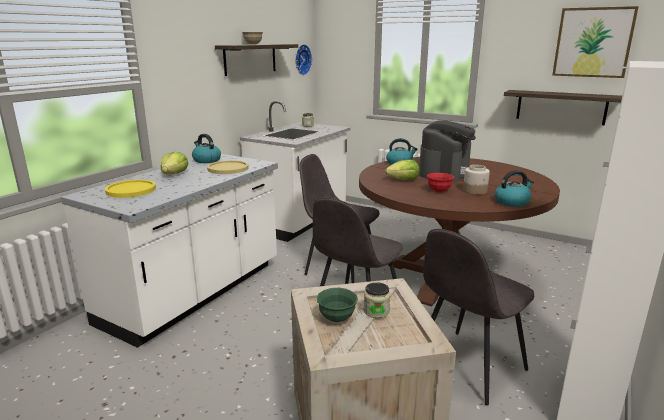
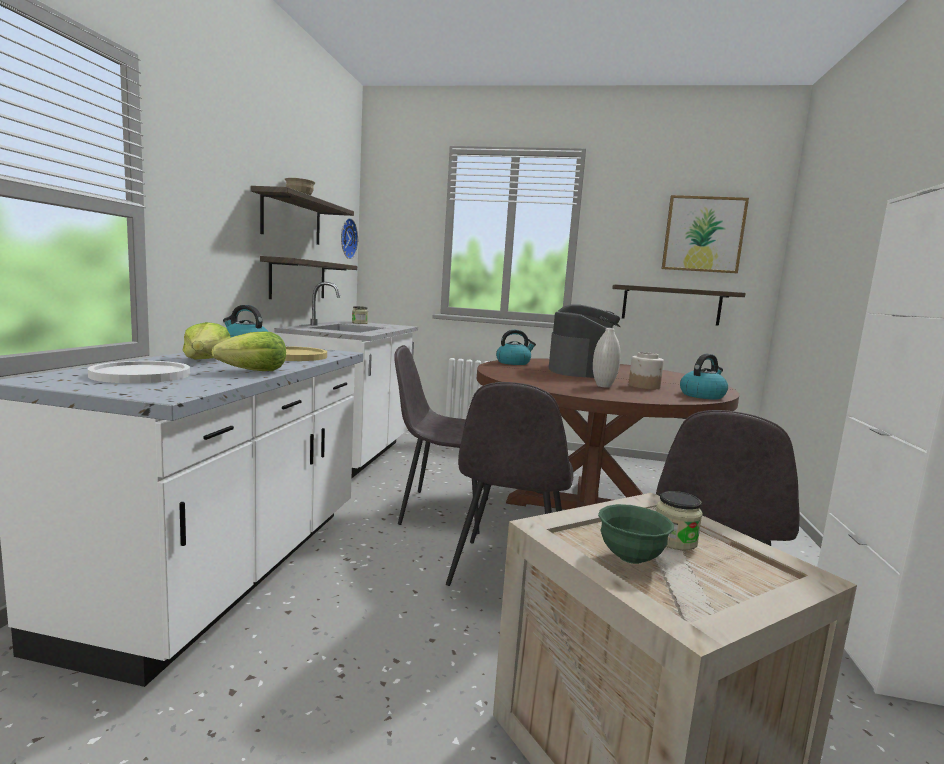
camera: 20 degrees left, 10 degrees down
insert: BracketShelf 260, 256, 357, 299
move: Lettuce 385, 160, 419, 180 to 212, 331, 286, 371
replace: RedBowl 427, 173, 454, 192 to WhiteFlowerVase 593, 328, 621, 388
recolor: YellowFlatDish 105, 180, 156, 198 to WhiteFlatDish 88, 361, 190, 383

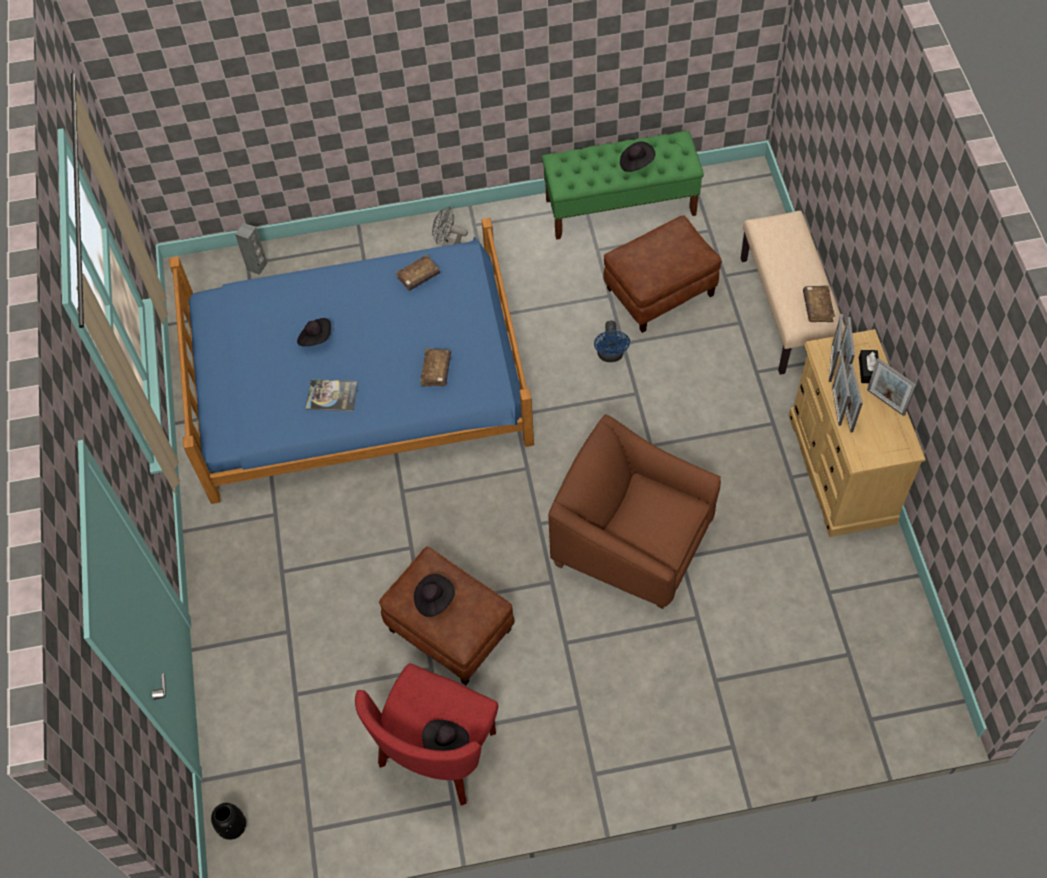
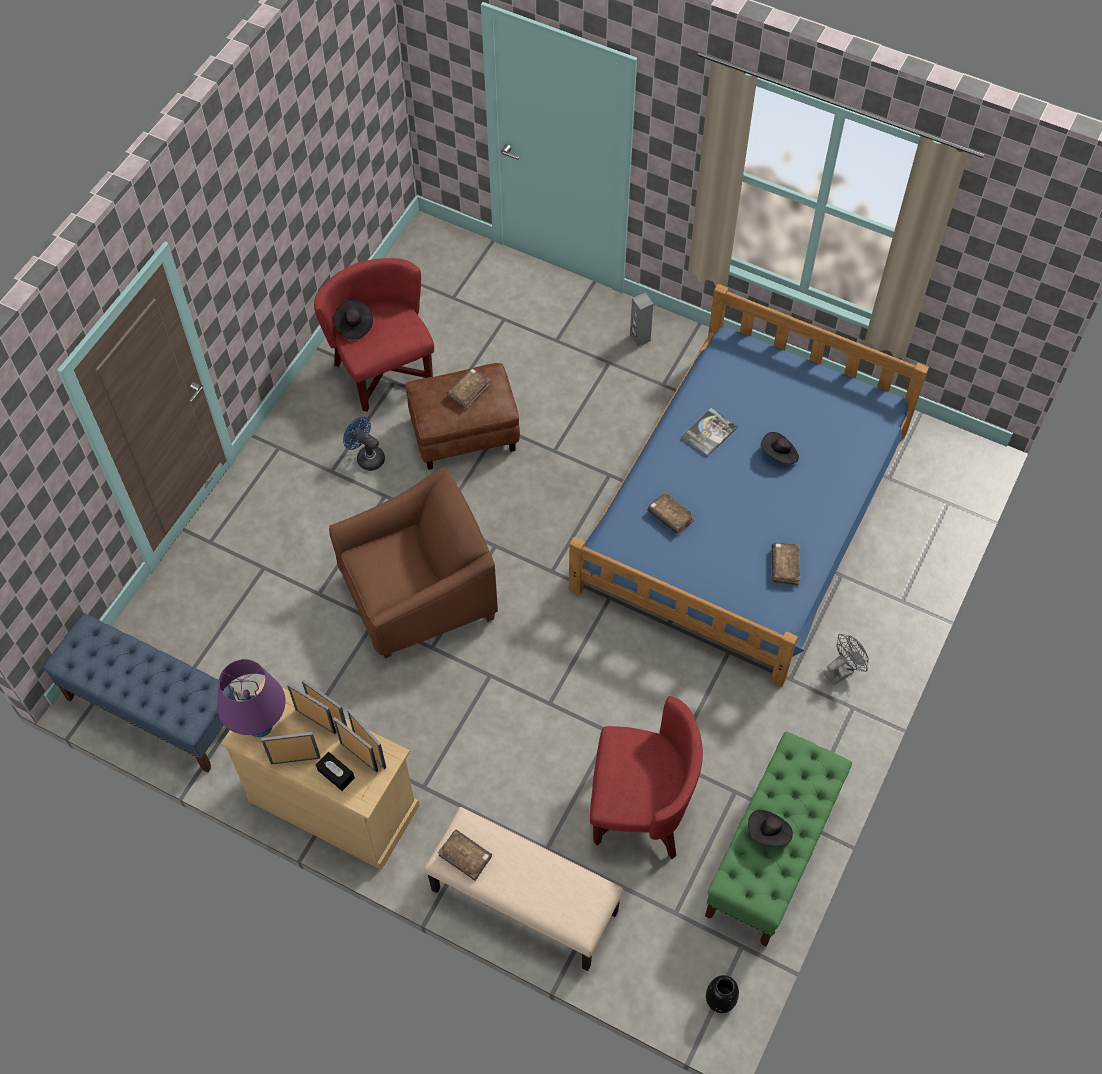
camera: 125 degrees right, 0 degrees up
insert: BluishBench 43, 613, 236, 773; PurpleColouredTabletopLamp 217, 659, 286, 737
move: BluishElectricFan 594, 320, 630, 362 to 343, 416, 385, 471; GraySpeaker 235, 223, 267, 275 to 630, 292, 653, 346; BlackishFlowerVase 211, 803, 246, 840 to 706, 975, 739, 1013
replace: BlackishClothingHat 414, 574, 455, 617 to BrownishBoundBook 447, 368, 490, 410; BrownishOttoman 603, 215, 722, 333 to RedEasyChair 590, 696, 703, 859

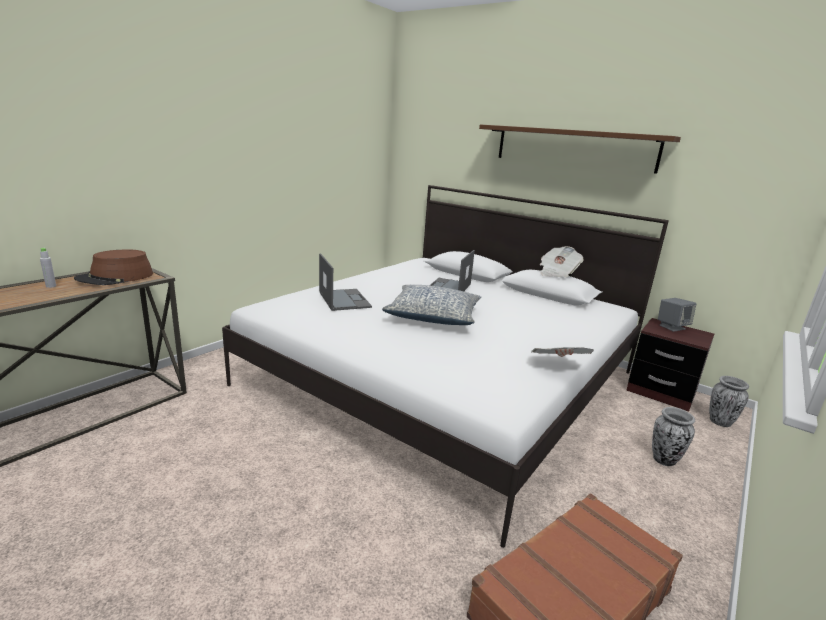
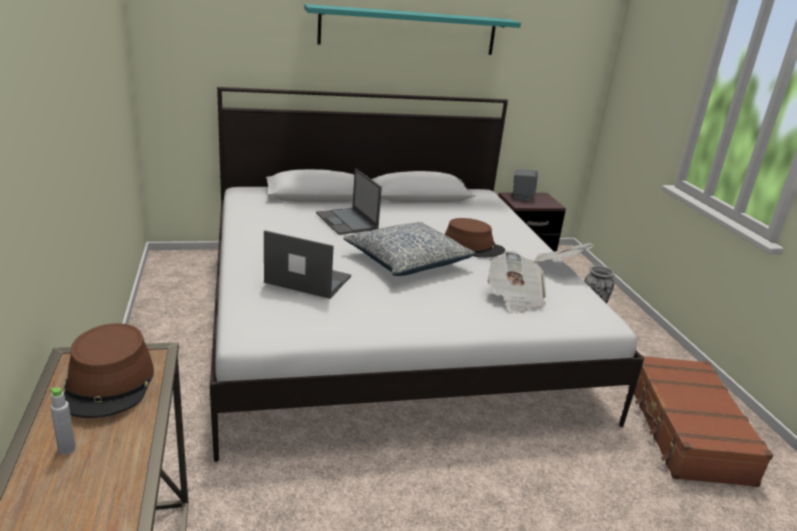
camera: 50 degrees left, 5 degrees up
delete: FlowerVase 709, 376, 749, 427
insert: BrownishClothingHat 445, 218, 505, 258
move: PrintedPaper 540, 246, 584, 277 to 487, 251, 546, 313
recolor: BrownishBracketShelf 479, 124, 681, 174 to TurquoiseBracketShelf 304, 4, 521, 55

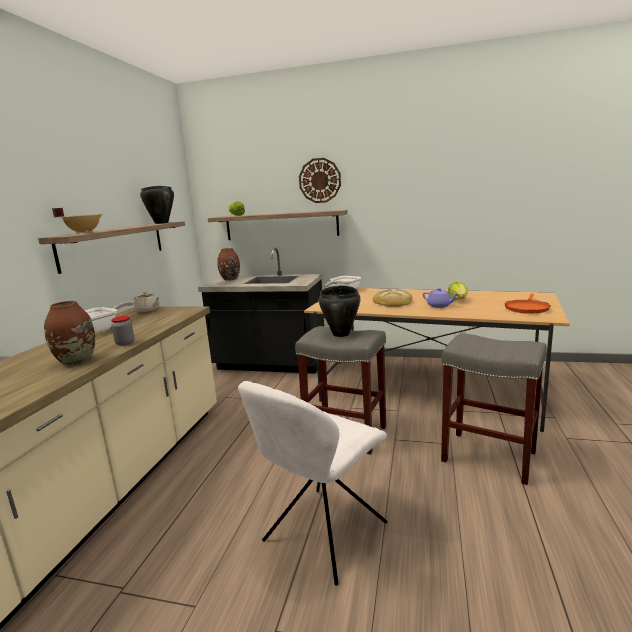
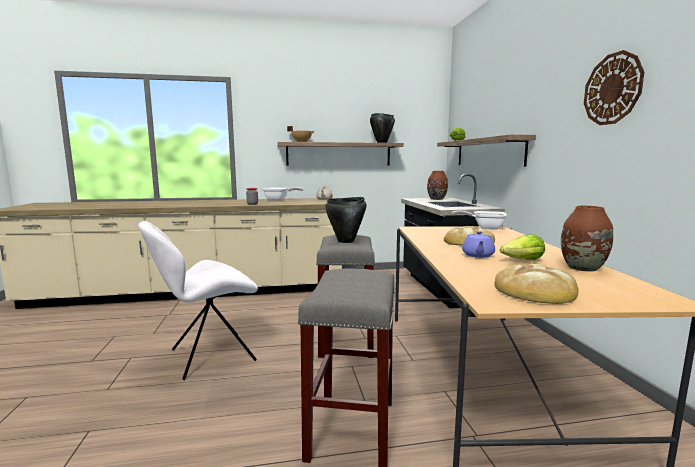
camera: 65 degrees right, 5 degrees down
move: BrownishFlowerVase 44, 301, 95, 366 to 561, 206, 613, 272; ClockOnTheWall 299, 158, 341, 203 to 584, 50, 644, 125
replace: OrangeySkillet 505, 294, 551, 314 to Bread 495, 264, 579, 304
rotate: WhitePlainChair 238, 381, 387, 585 = 138, 221, 258, 380 45 degrees counterclockwise

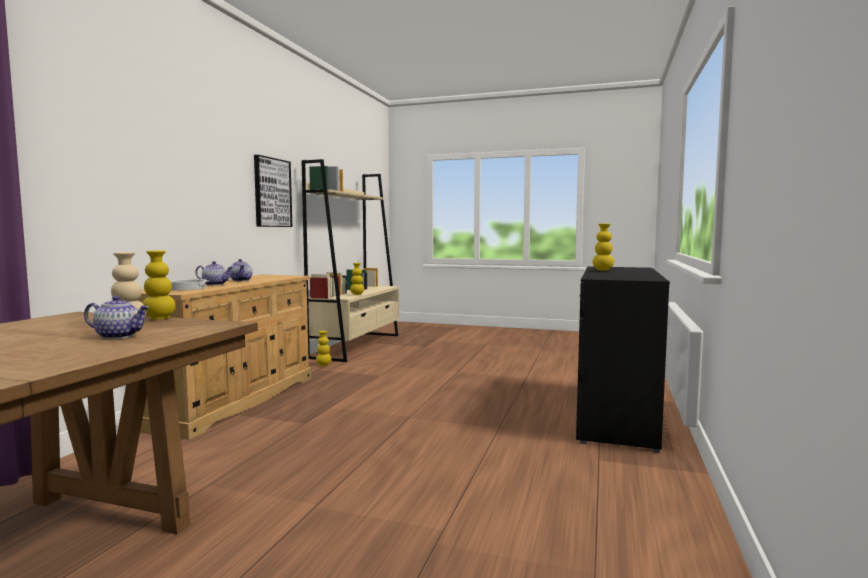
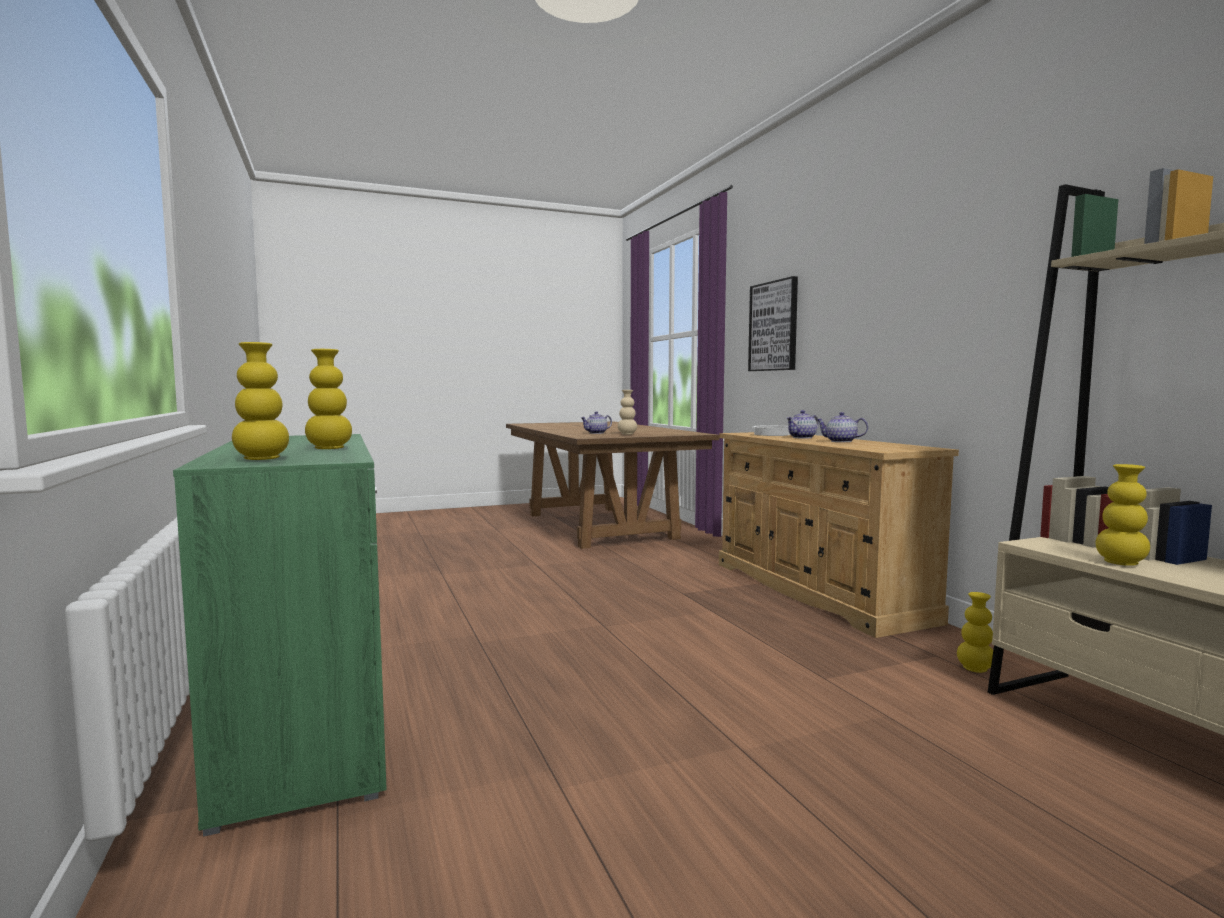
camera: 140 degrees right, 0 degrees up
move: YellowFlowerVase 143, 250, 176, 320 to 232, 342, 289, 460; WallPicture 254, 155, 292, 227 to 748, 276, 798, 371
recolor: BlackishCupboard 576, 266, 670, 453 to GreenishCupboard 173, 434, 387, 837

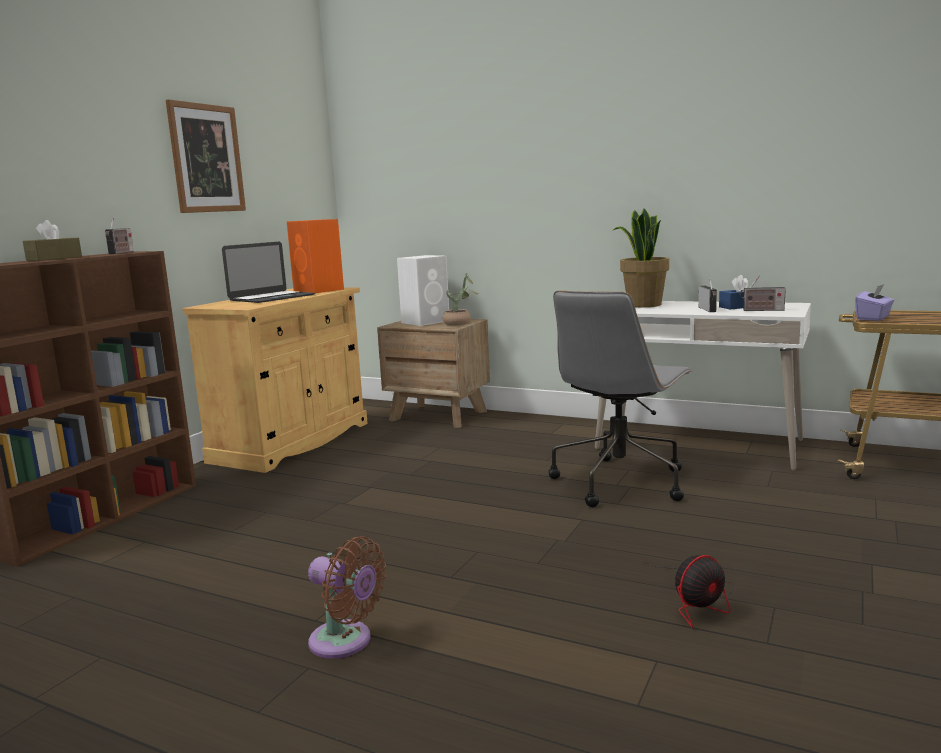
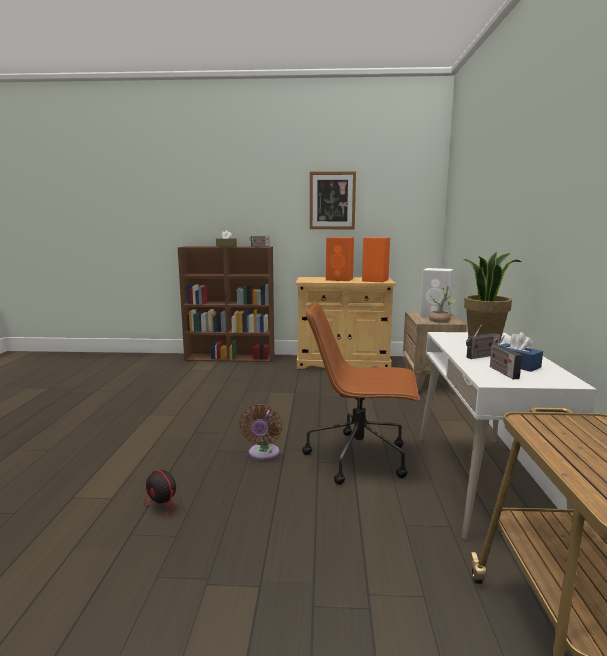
camera: 65 degrees right, 0 degrees up
delete: PurpleColouredTissueBox 855, 284, 894, 321
move: BrownishElectricFan 308, 537, 386, 659 to 239, 404, 282, 460
replace: NotebookComputer 222, 242, 315, 303 to OrangeySpeaker 326, 237, 354, 281
recolor: GrayOfficeChair 549, 291, 693, 507 to BrownishOfficeChair 302, 302, 420, 485

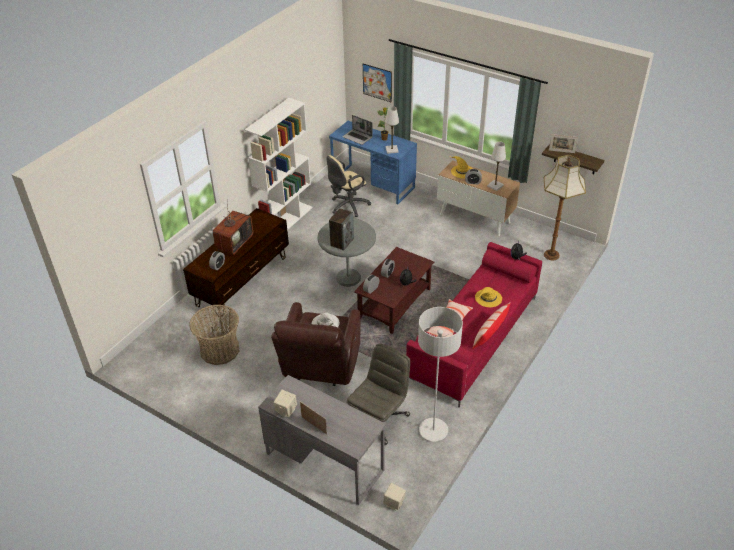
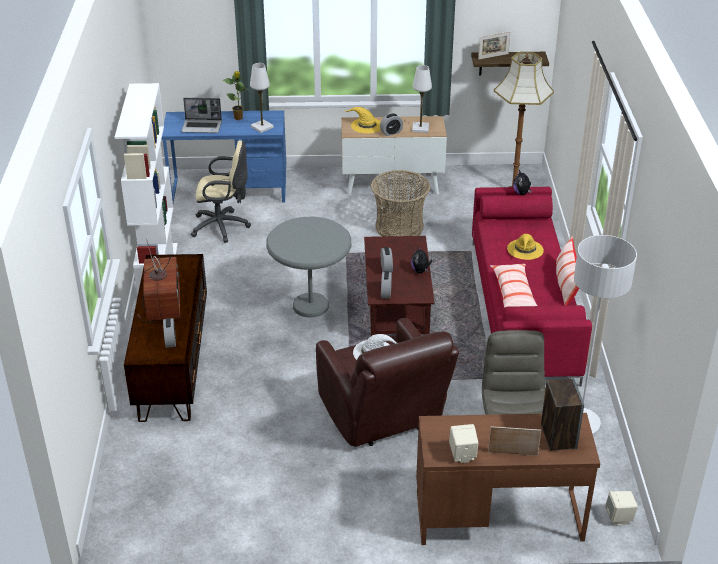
camera: 35 degrees left, 5 degrees down
delete: WallPicture 363, 64, 392, 102
move: HouseholdBasket 189, 304, 239, 365 to 371, 170, 430, 236; Speaker 329, 208, 354, 251 to 541, 378, 584, 451
recolor: GrayDesk 258, 375, 386, 505 to BrownishDesk 416, 413, 600, 545
rotate: BeigeColouredOfficeChair 327, 155, 371, 217 = 191, 140, 251, 243 105 degrees counterclockwise

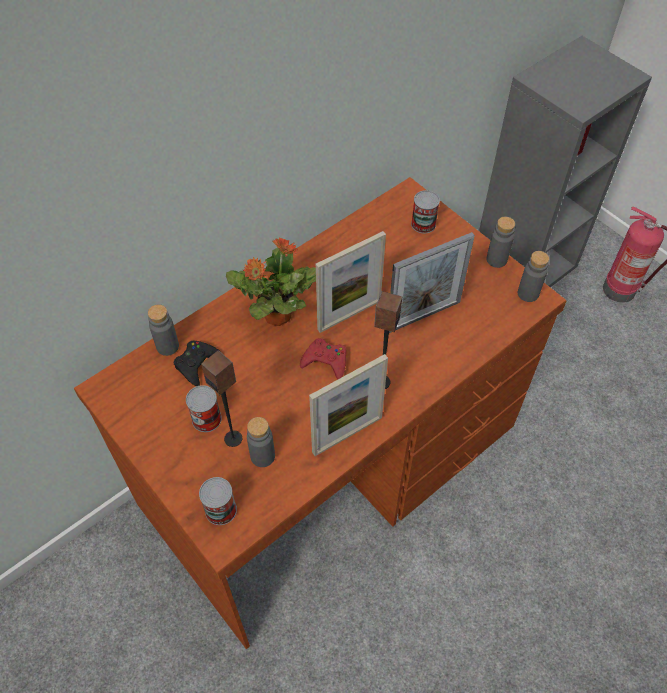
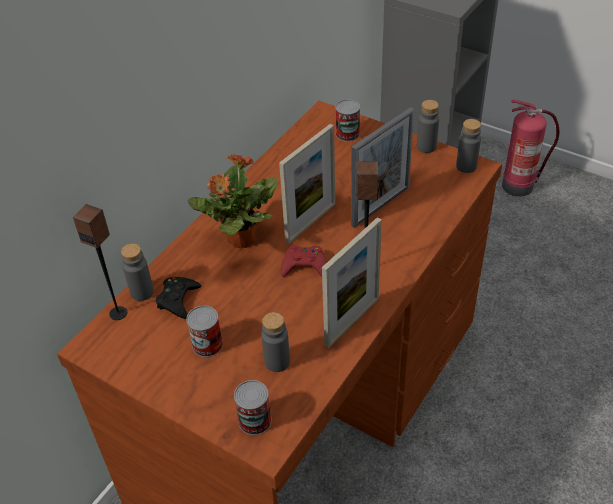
camera: 15 degrees left, 10 degrees down
move: Speaker 201, 350, 242, 447 to 73, 204, 127, 320

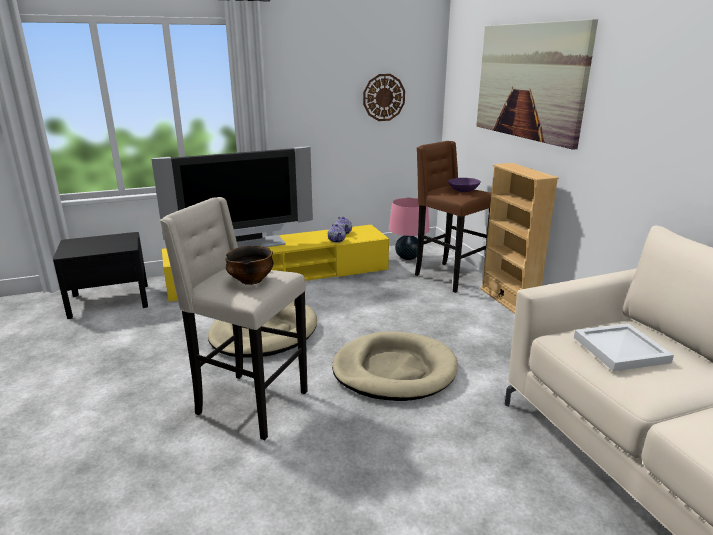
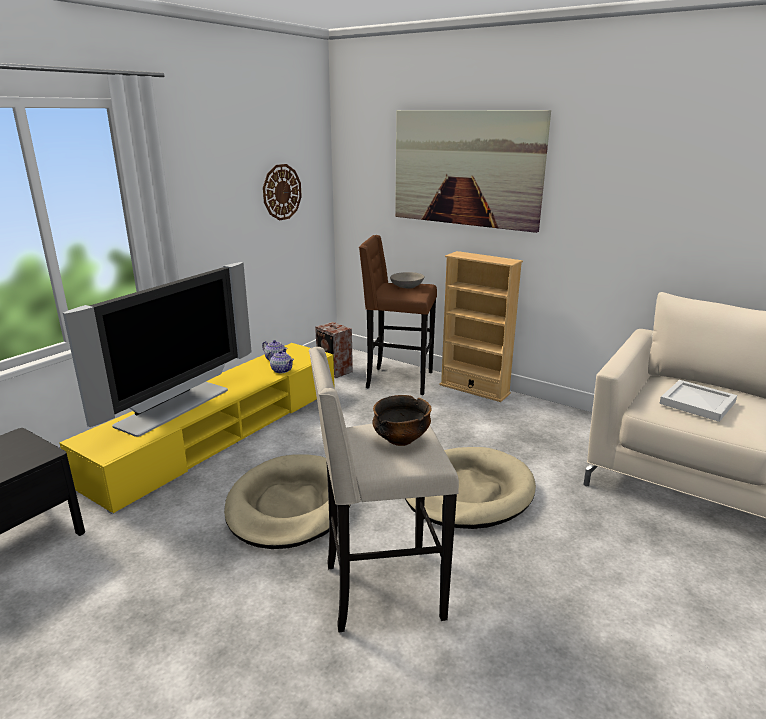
camera: 35 degrees left, 0 degrees up
replace: PinkColouredTabletopLamp 389, 198, 430, 260 to Speaker 315, 322, 353, 378
recolor: PurpleColouredBowl 448, 178, 481, 192 to GrayBowl 390, 272, 425, 289

